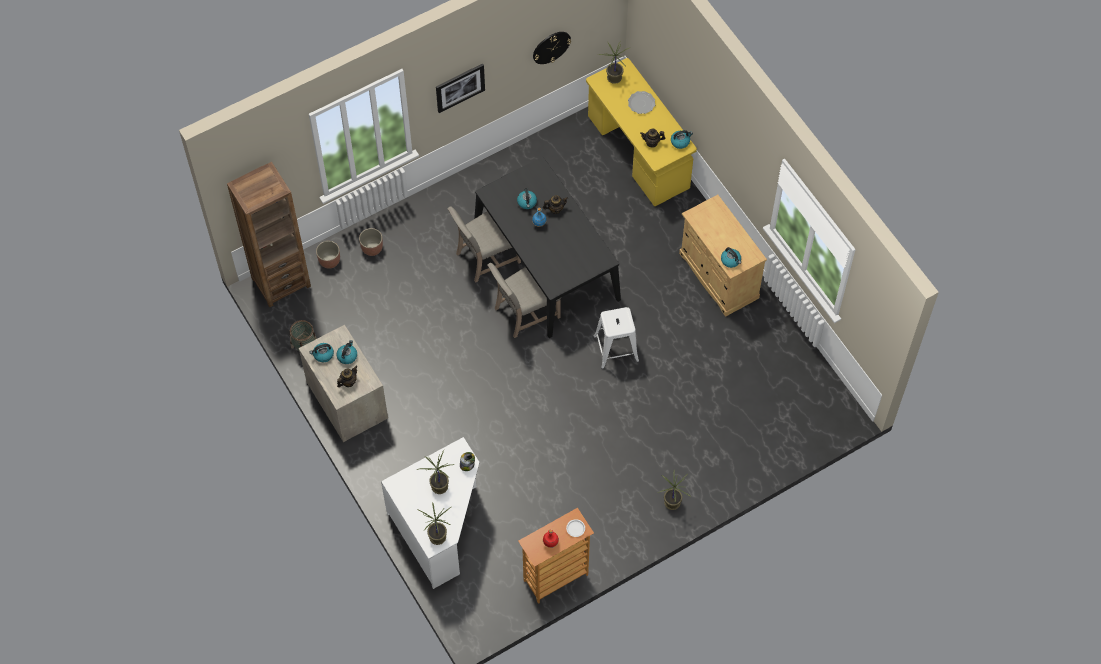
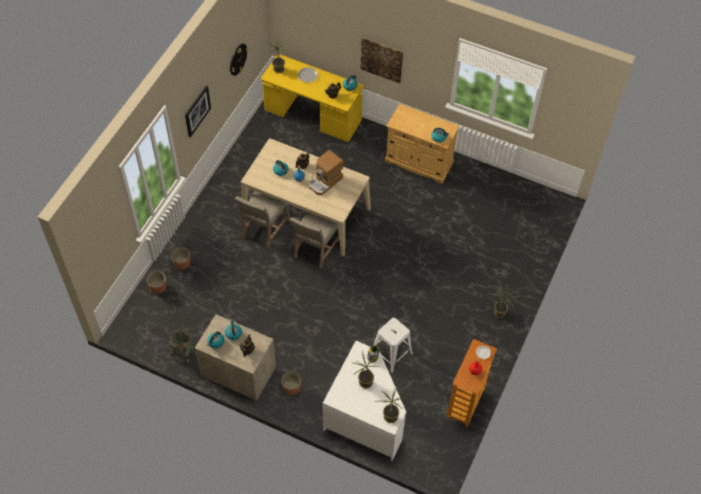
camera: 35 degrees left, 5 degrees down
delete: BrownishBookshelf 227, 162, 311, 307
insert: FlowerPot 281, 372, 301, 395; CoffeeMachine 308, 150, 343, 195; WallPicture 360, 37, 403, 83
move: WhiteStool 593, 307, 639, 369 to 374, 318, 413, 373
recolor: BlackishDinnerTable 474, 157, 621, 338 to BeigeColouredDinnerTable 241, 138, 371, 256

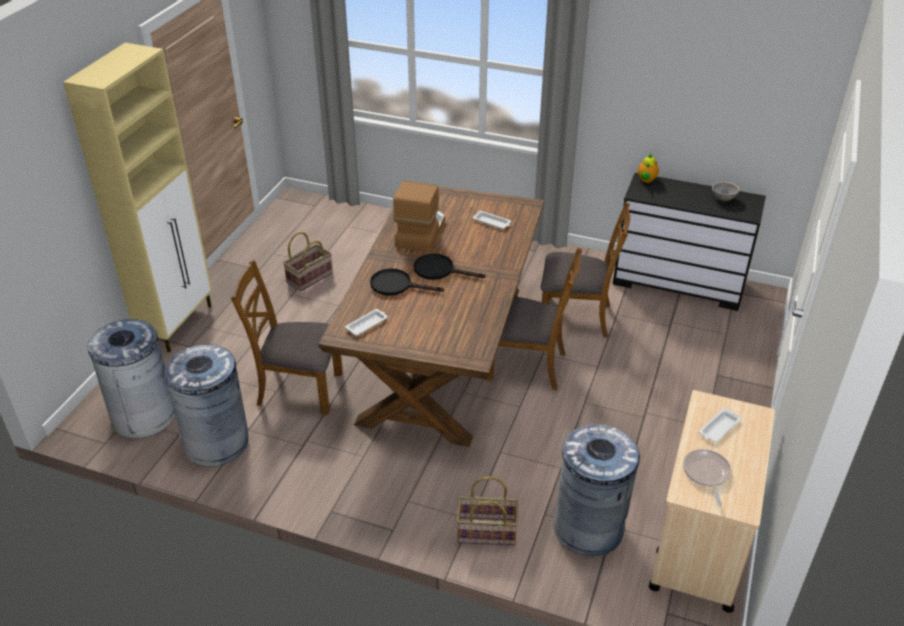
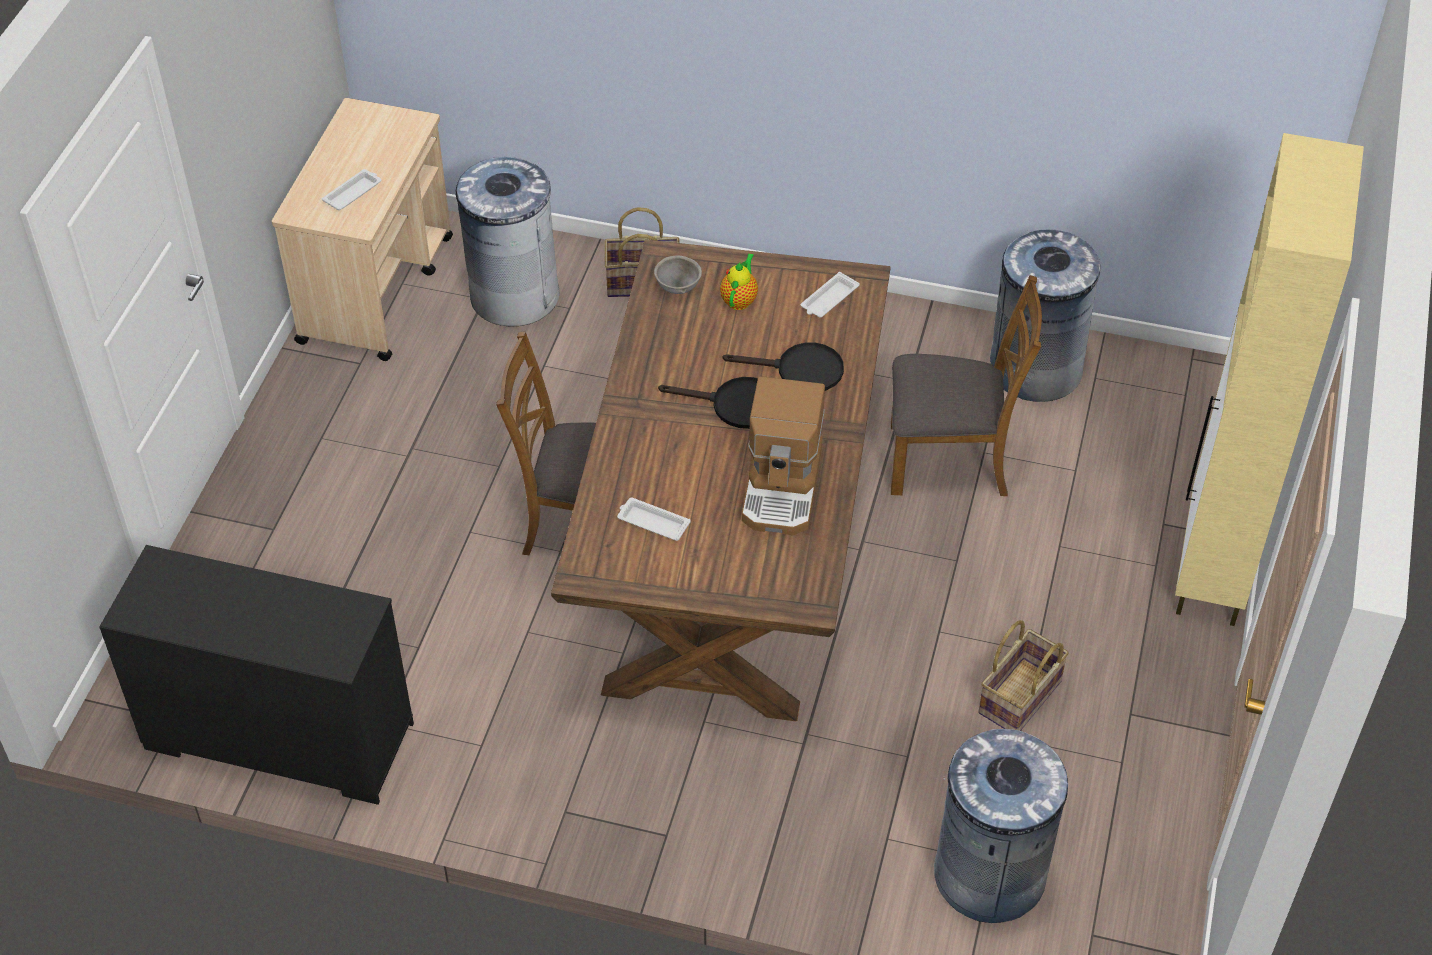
camera: 175 degrees right, 10 degrees up
delete: BrownishPlainChair 541, 202, 630, 338; Skillet 683, 449, 732, 506
move: GrayBowl 712, 181, 740, 201 to 654, 255, 702, 294; Teapot 638, 154, 659, 183 to 720, 253, 758, 310; GrayTrashCan 88, 319, 175, 438 to 934, 729, 1068, 923

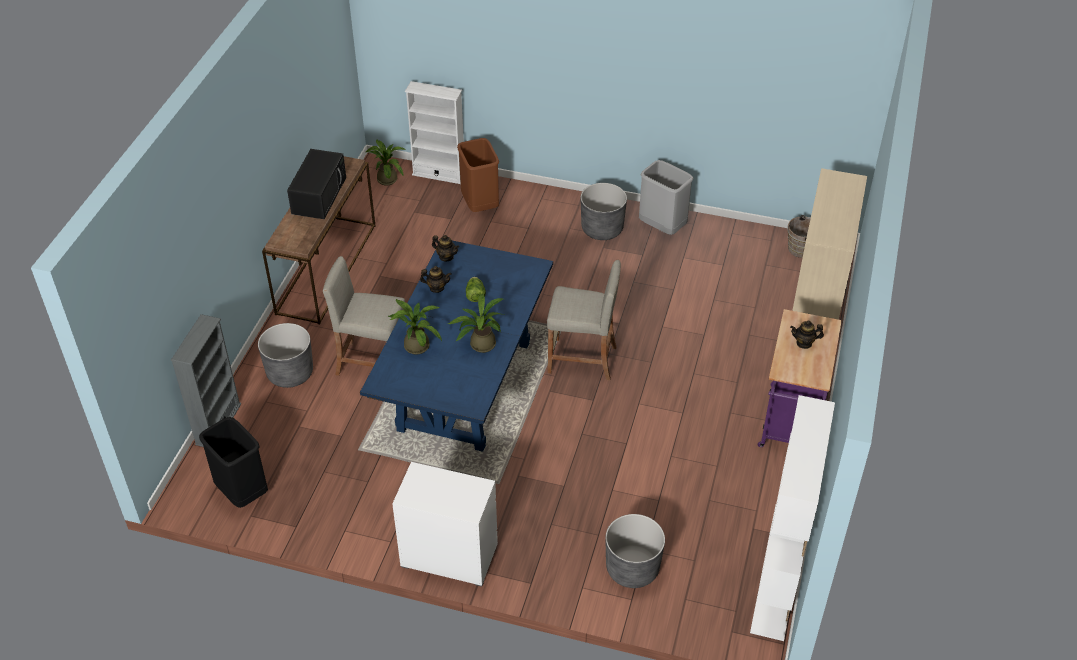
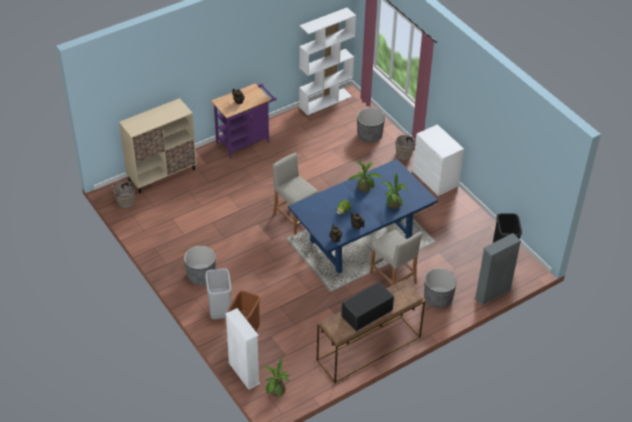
camera: 140 degrees left, 0 degrees up
insert: BrownishBucket 395, 133, 416, 160
move: GrayTrashCan 639, 160, 693, 235 to 205, 268, 231, 319

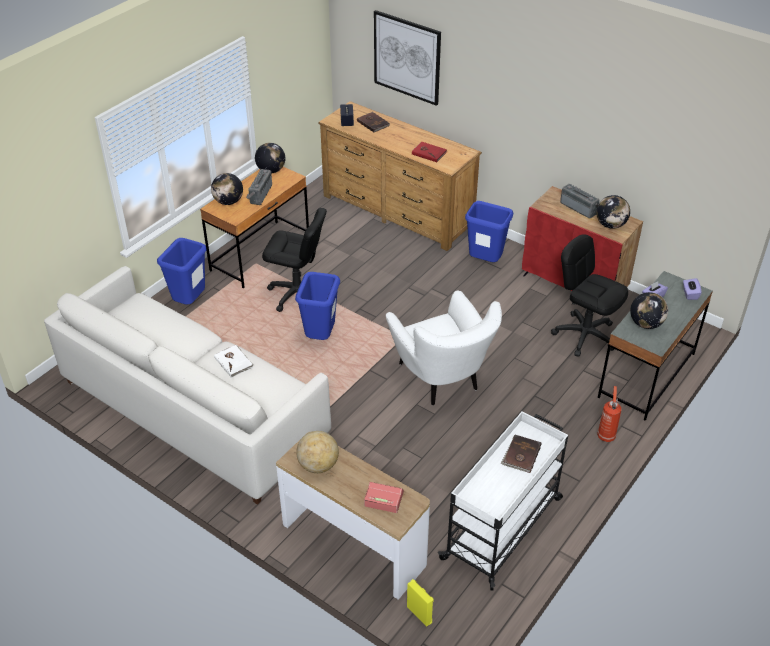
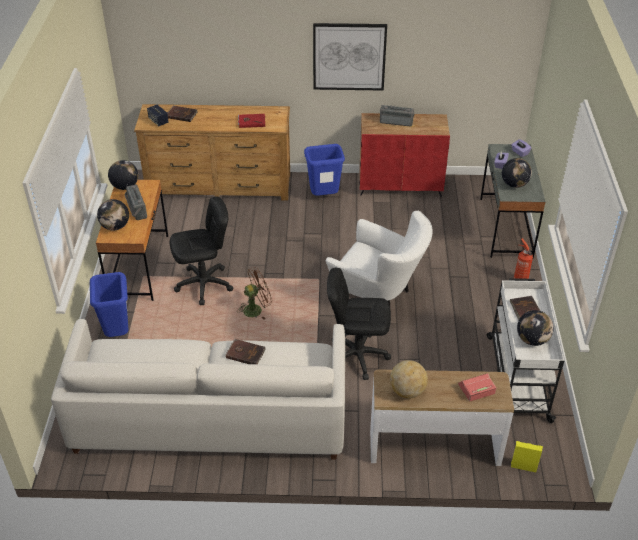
camera: 35 degrees left, 0 degrees up
move: WallPicture 374, 10, 441, 106 to 313, 23, 387, 91; BlackishOfficeChair 551, 234, 628, 357 to 327, 268, 391, 380; Globe 596, 195, 630, 229 to 517, 310, 554, 346
replace: BluishTrashCan 295, 272, 340, 340 to BrownishElectricFan 237, 267, 272, 320
recolor: WhiteBoundBook 214, 345, 253, 378 to BrownishBoundBook 226, 339, 266, 364

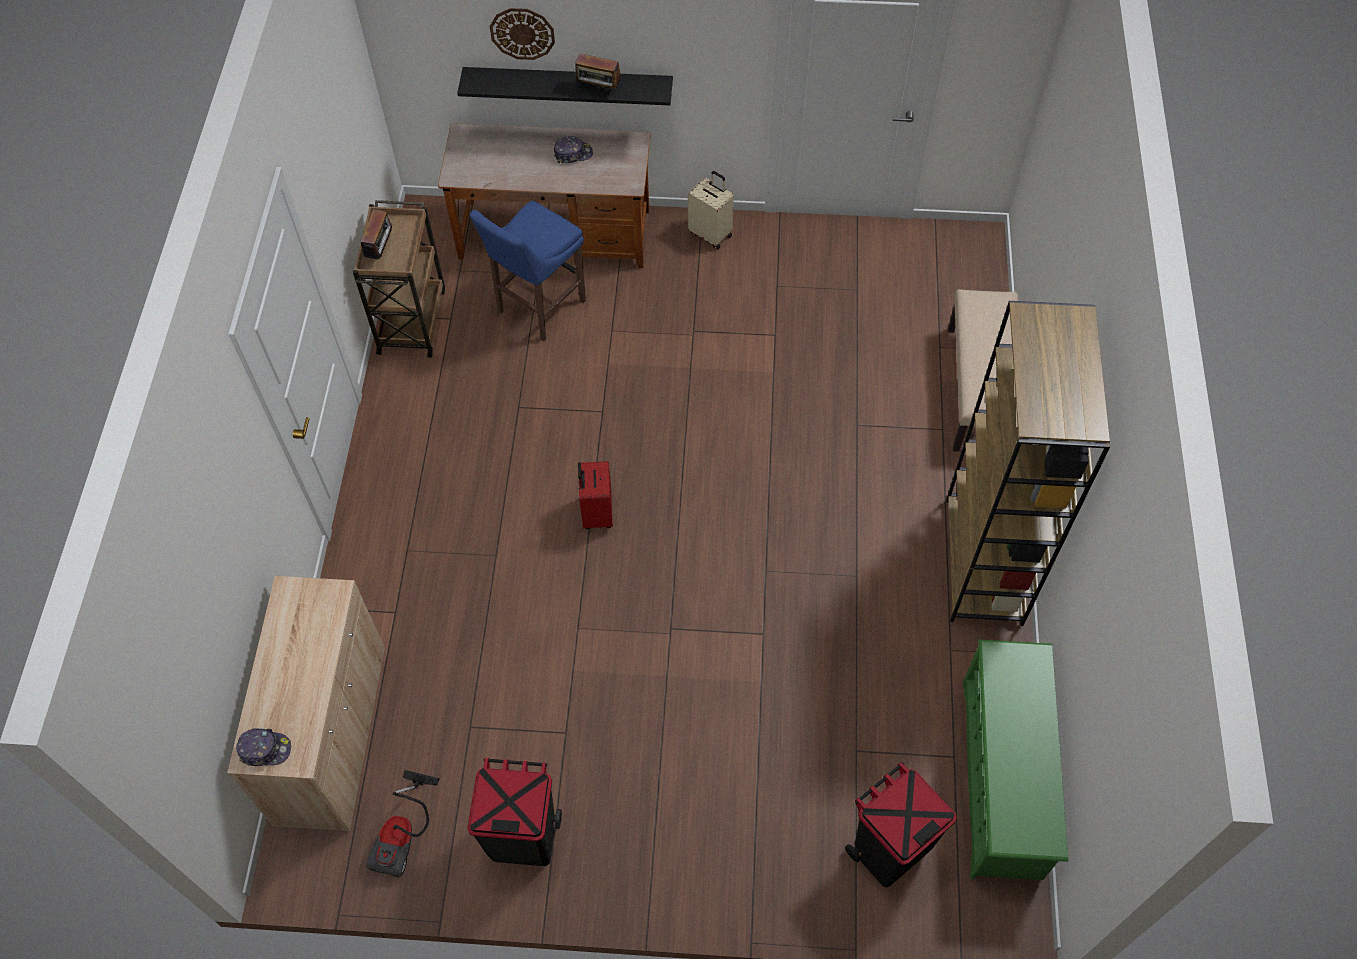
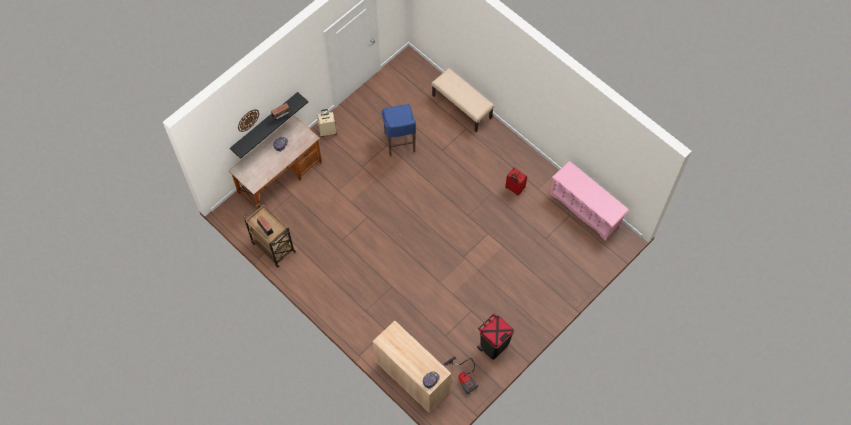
camera: 50 degrees left, 5 degrees up
delete: BlackishTrashCan 845, 762, 957, 887; BrownishBookshelf 946, 301, 1110, 626
move: BluishStool 470, 201, 586, 341 to 382, 104, 416, 156; RedSuitcase 578, 461, 613, 529 to 505, 168, 527, 195
recolor: GreenishShoeStand 963, 639, 1068, 880 to PinkColouredShoeStand 550, 161, 629, 241

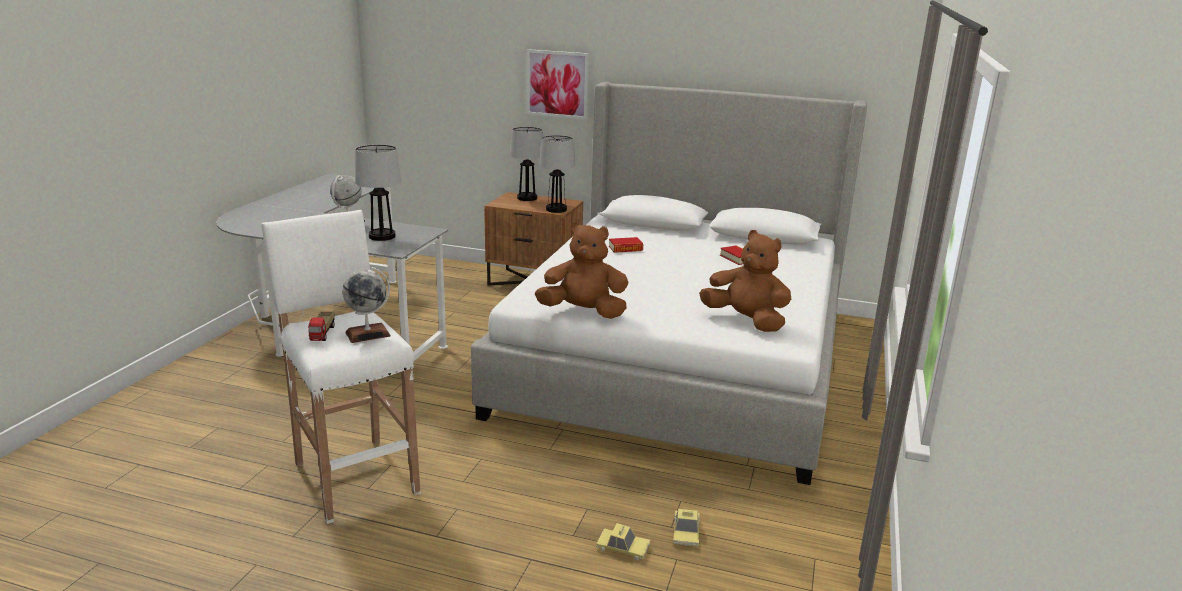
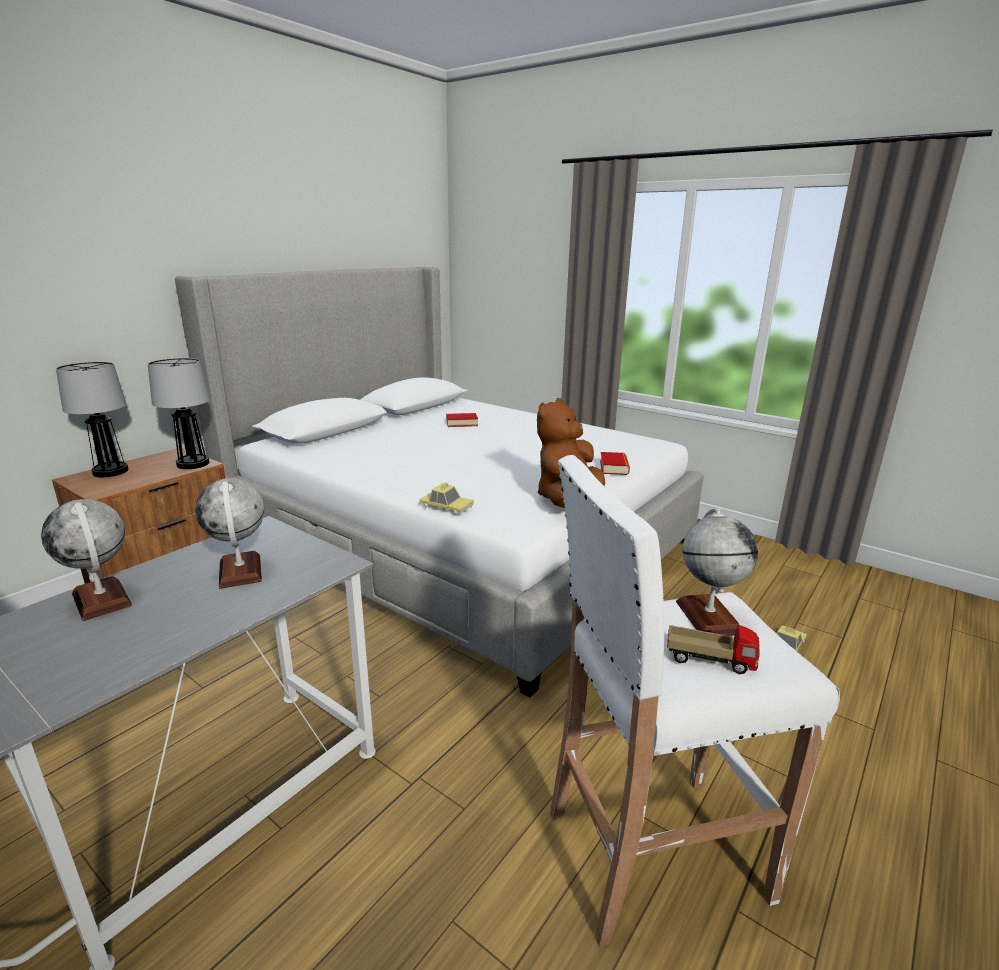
camera: 70 degrees left, 0 degrees up
delete: WallPicture 527, 49, 589, 119; BrownishPlushToy 699, 230, 791, 332
move: ModelCar 673, 509, 700, 547 to 419, 483, 474, 515; BoundBook 609, 237, 643, 253 to 600, 452, 630, 475
replace: TabletopLamp 355, 144, 401, 241 to Globe 195, 478, 264, 589

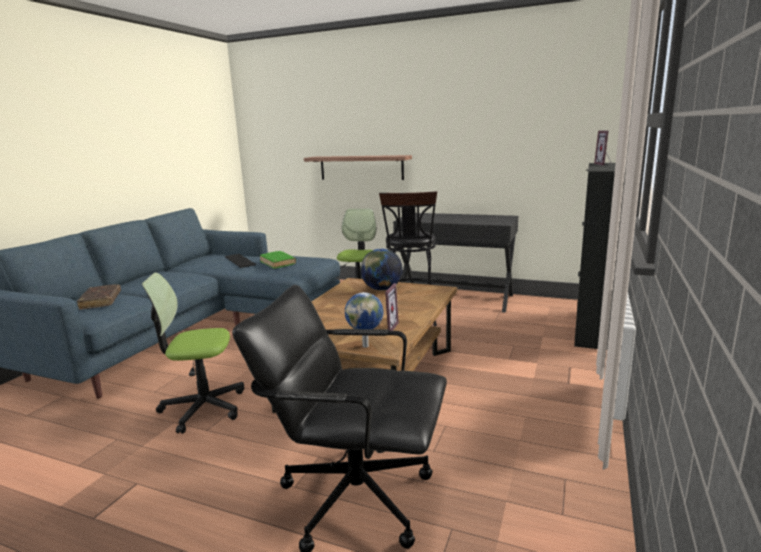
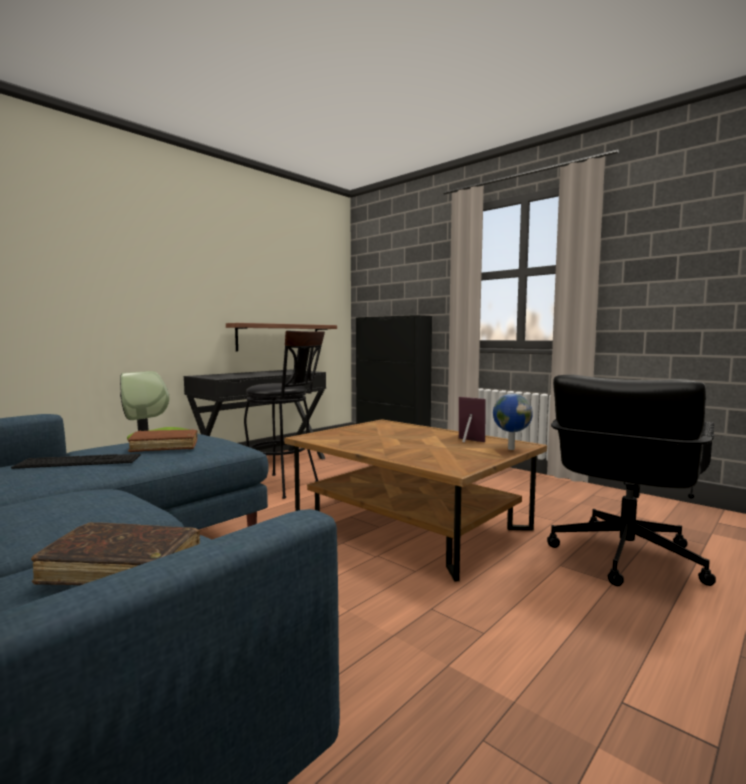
camera: 70 degrees left, 10 degrees down
delete: OfficeChair 142, 273, 244, 434; Globe 360, 248, 403, 290; StandingFrame 594, 130, 612, 166
move: BracketShelf 304, 155, 412, 180 to 226, 323, 337, 351
recolor: GreenishBoundBook 260, 251, 296, 269 to BrownishBoundBook 127, 429, 197, 452

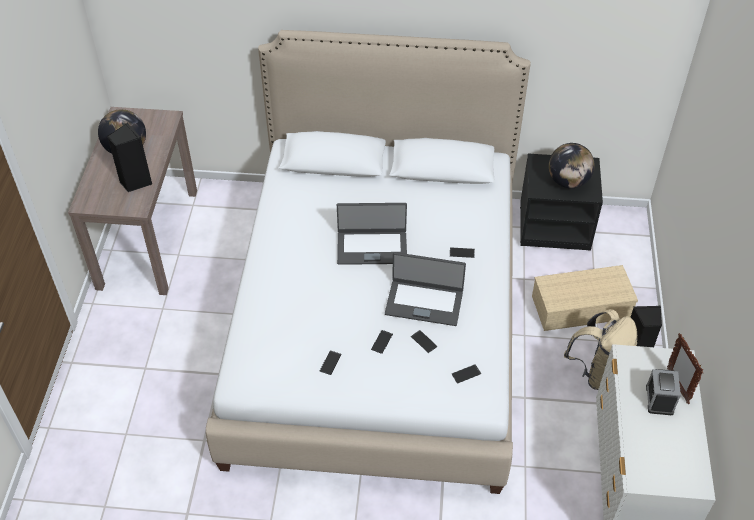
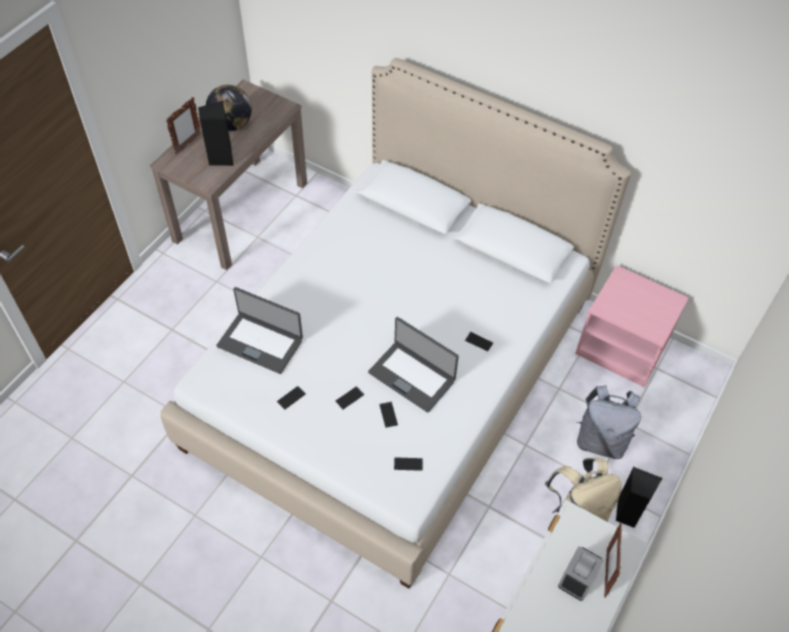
camera: 25 degrees right, 5 degrees up
delete: Globe 549, 143, 595, 188
insert: StandingFrame 166, 97, 201, 155
move: NotebookComputer 337, 203, 407, 265 to 216, 287, 303, 374
replace: BeigeColouredStorageContainer 532, 265, 638, 331 to GrayBackpack 576, 385, 641, 459
recolor: BlackishBedsideTable 520, 154, 603, 251 to PinkColouredBedsideTable 575, 265, 689, 387

